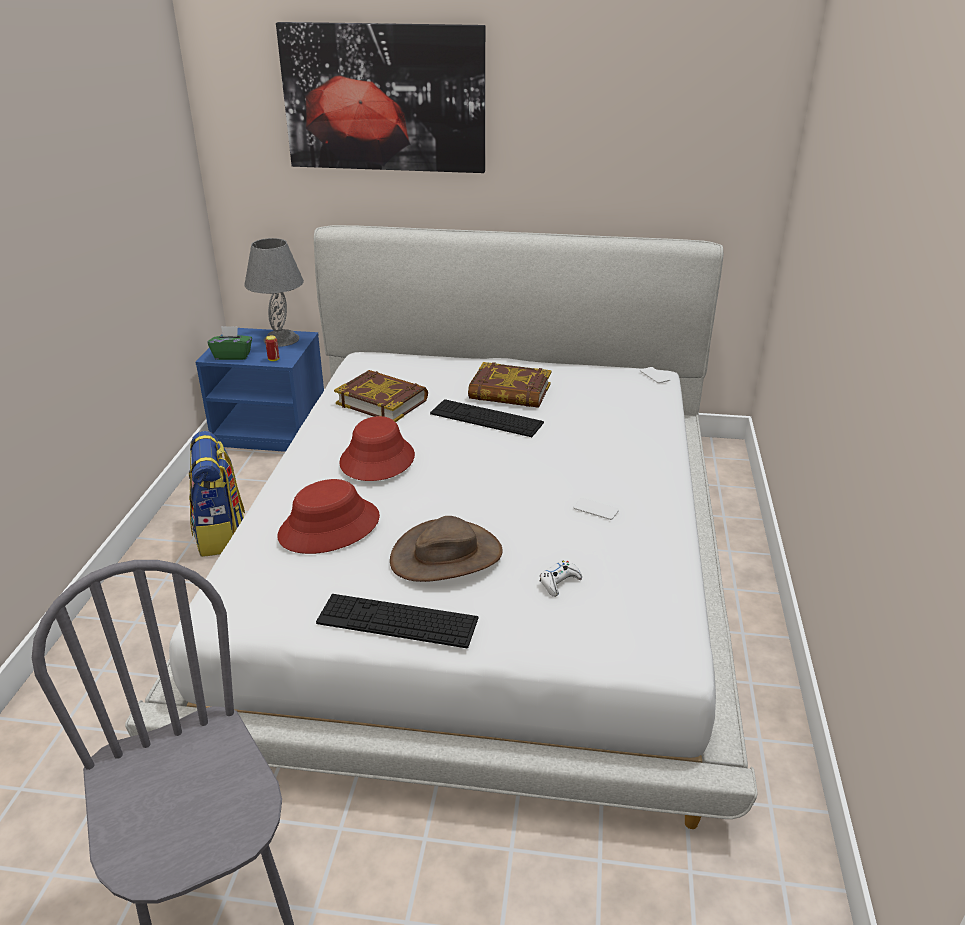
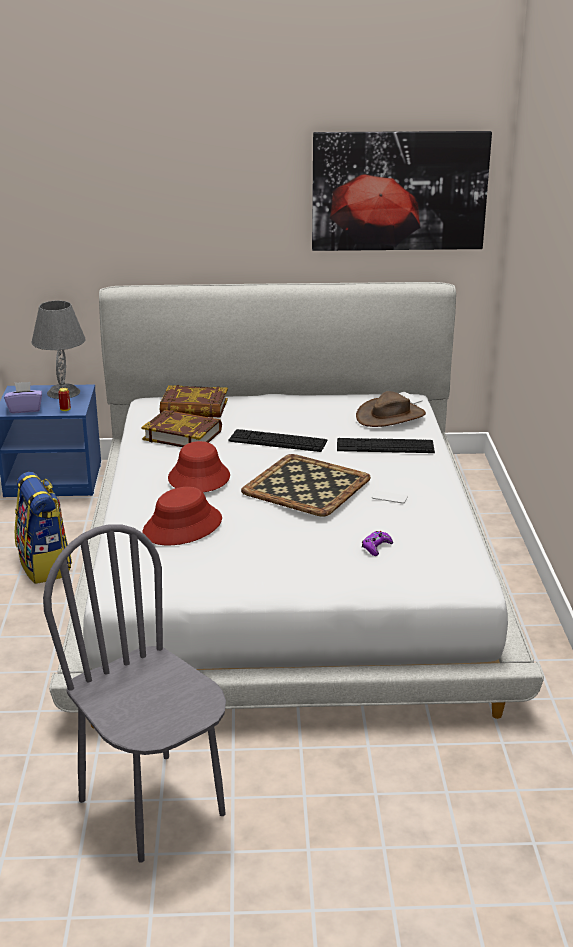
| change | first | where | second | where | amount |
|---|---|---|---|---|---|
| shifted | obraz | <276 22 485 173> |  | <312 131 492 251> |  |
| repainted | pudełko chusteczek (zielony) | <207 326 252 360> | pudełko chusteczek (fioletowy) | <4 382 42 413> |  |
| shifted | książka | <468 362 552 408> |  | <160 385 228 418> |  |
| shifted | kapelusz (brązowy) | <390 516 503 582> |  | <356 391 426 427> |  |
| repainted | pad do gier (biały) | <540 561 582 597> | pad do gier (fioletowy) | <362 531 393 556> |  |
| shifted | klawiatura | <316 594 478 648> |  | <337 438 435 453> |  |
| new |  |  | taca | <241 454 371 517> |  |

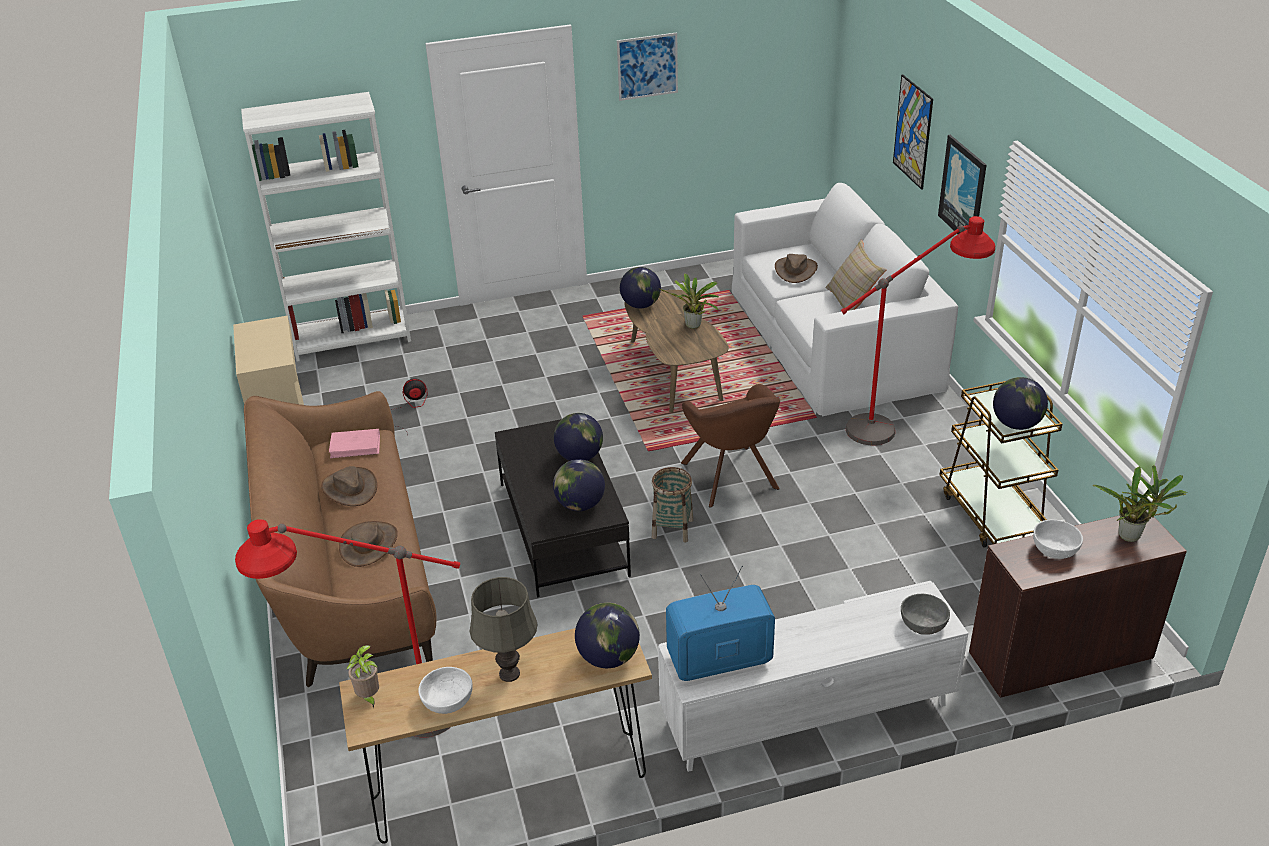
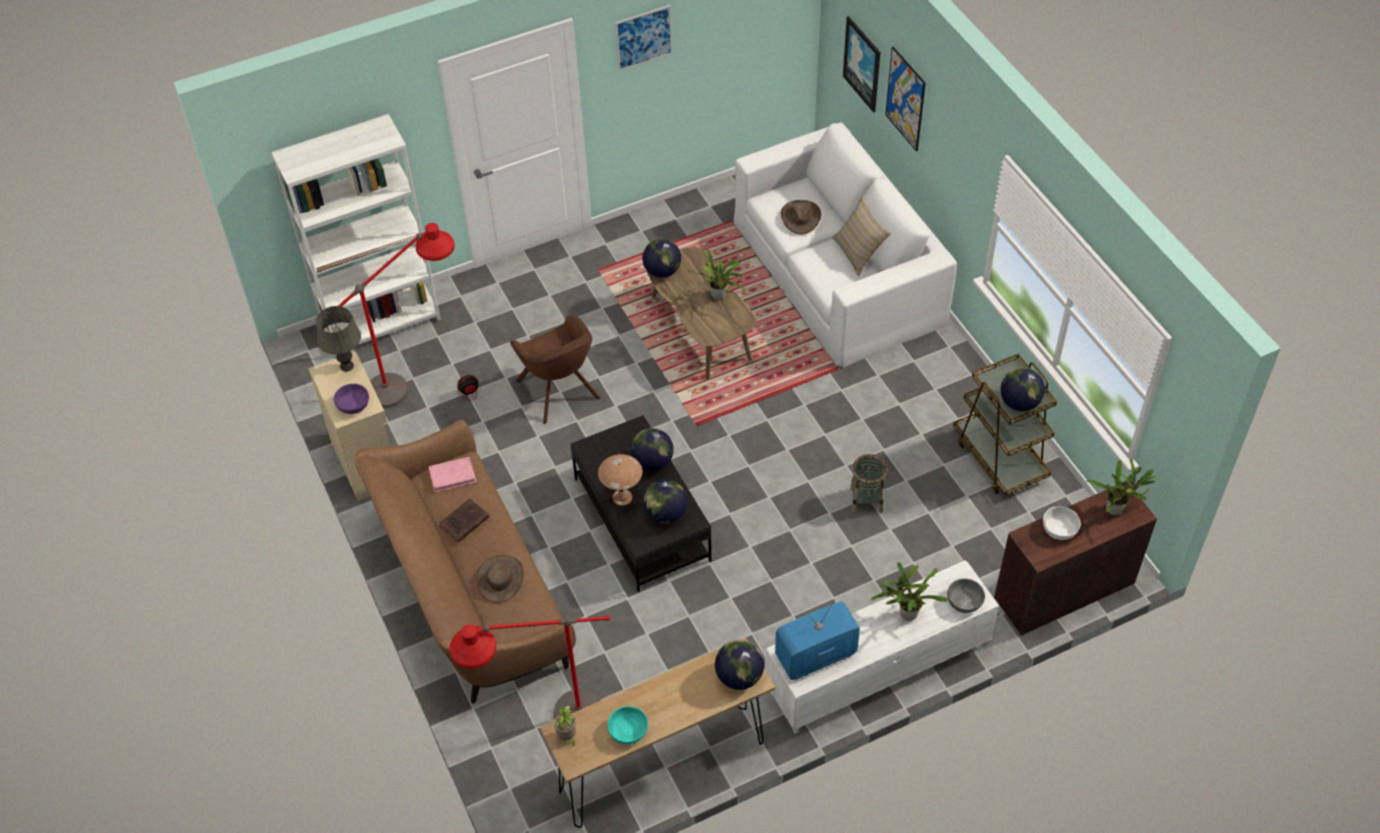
| change | first | where | second | where | amount |
|---|---|---|---|---|---|
| shifted | obraz | <938 135 987 234> |  | <843 16 881 113> |  |
| shifted | lampa stojąca (czerwony) | <841 216 995 445> |  | <338 223 455 408> |  |
| shifted | fotel (brązowy) | <681 384 780 508> |  | <510 315 601 424> |  |
| swapped | kapelusz (brązowy) | <321 466 377 506> | książka (brązowy) | <439 498 489 542> |  |
| shifted | koszyk | <652 467 693 543> |  | <850 454 887 513> |  |
| shifted | lampa stołowa (szary) | <469 577 537 682> |  | <316 306 361 372> |  |
| repainted | miska (biały) | <418 667 473 714> | miska (turkusowy) | <608 706 648 745> |  |
| new |  |  | miska (fioletowy) | <334 384 369 414> |  |
| new |  |  | lampa stołowa (brązowy) | <598 454 642 506> |  |
| new |  |  | roślina doniczkowa | <871 562 948 621> |  |

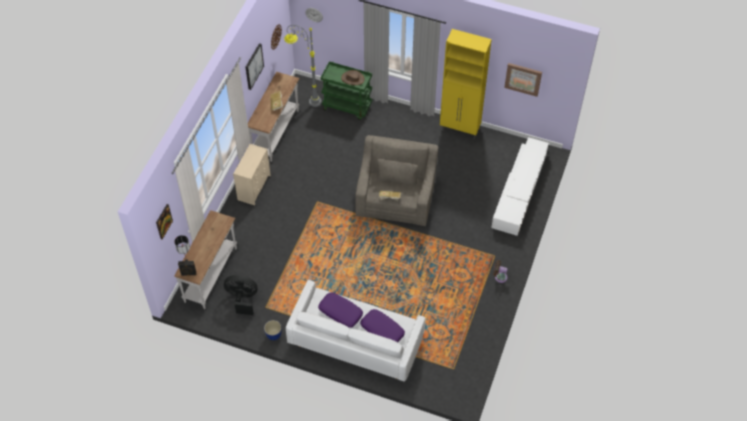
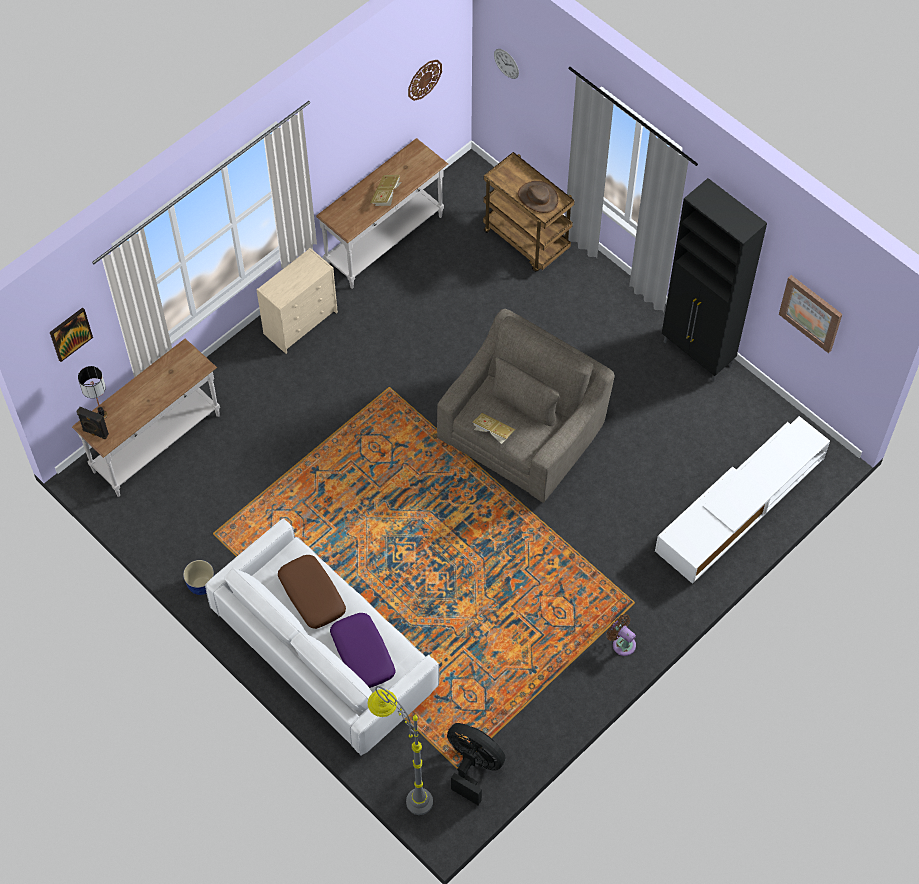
| change | first | where | second | where | amount |
|---|---|---|---|---|---|
| shifted | lampa stojąca (szary) | <284 25 322 107> |  | <368 686 433 815> |  |
| repainted | szafka (żółty) | <440 29 492 140> | szafka (czarny) | <662 178 767 382> |  |
| gone | obraz | <246 43 264 90> |  |  |  |
| repainted | wózek (zielony) | <321 61 372 120> | wózek (brązowy) | <483 152 575 272> |  |
| shifted | wentylator (czarny) | <224 275 257 315> |  | <447 723 505 805> |  |
| repainted | poduszka (fioletowy) | <318 292 363 328> | poduszka (brązowy) | <278 555 346 629> |  |

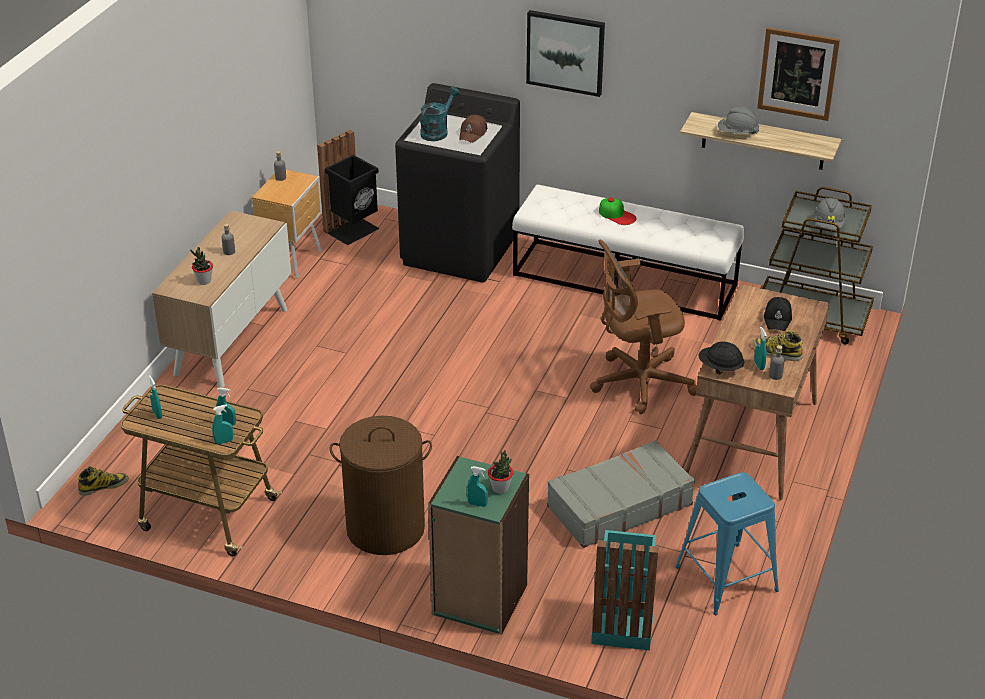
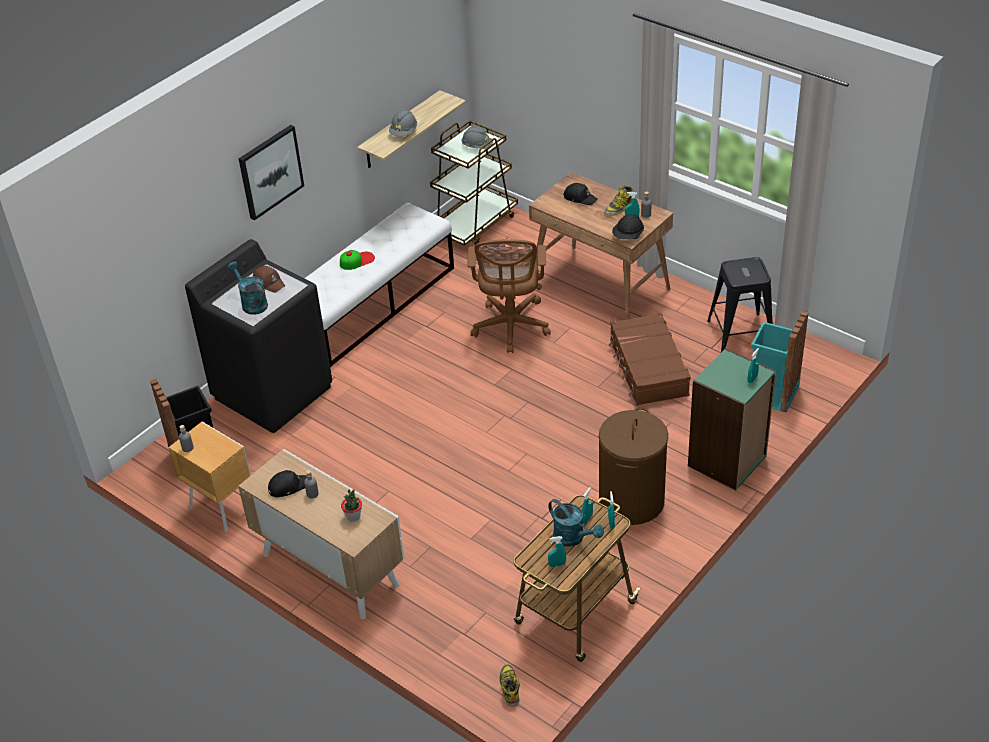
| change | first | where | second | where | amount |
|---|---|---|---|---|---|
| gone | obraz | <757 27 840 121> |  |  |  |
| repainted | walizka (szary) | <547 440 695 548> | walizka (brązowy) | <609 313 691 405> |  |
| gone | roślina doniczkowa | <488 450 513 494> |  |  |  |
| repainted | stołek (niebieski) | <675 472 779 615> | stołek (czarny) | <707 257 773 352> |  |
| new |  |  | czapka z daszkiem (czarny) | <268 470 307 497> |  |
| new |  |  | konewka (turkusowy) | <548 499 604 547> |  |

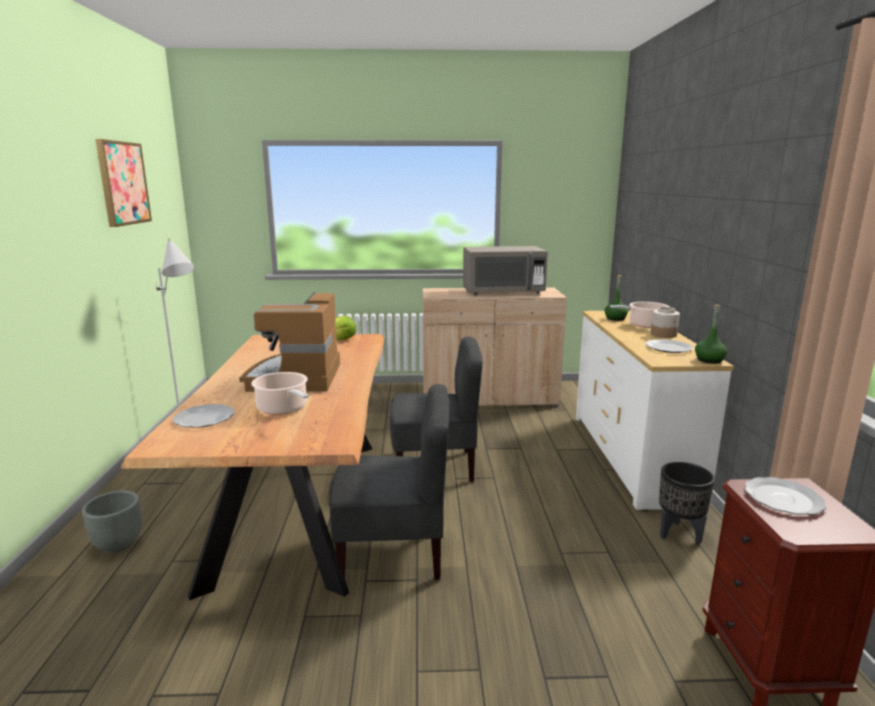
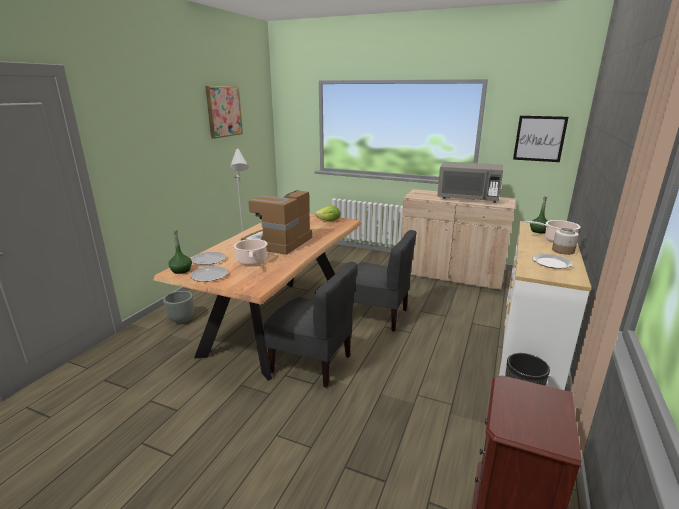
| change | first | where | second | where | amount |
|---|---|---|---|---|---|
| shifted | butelka (zielony) | <695 305 727 364> |  | <168 230 192 274> |  |
| shifted | talerz | <745 477 826 515> |  | <190 266 228 282> |  |
| new |  |  | obraz | <513 116 569 162> |  |

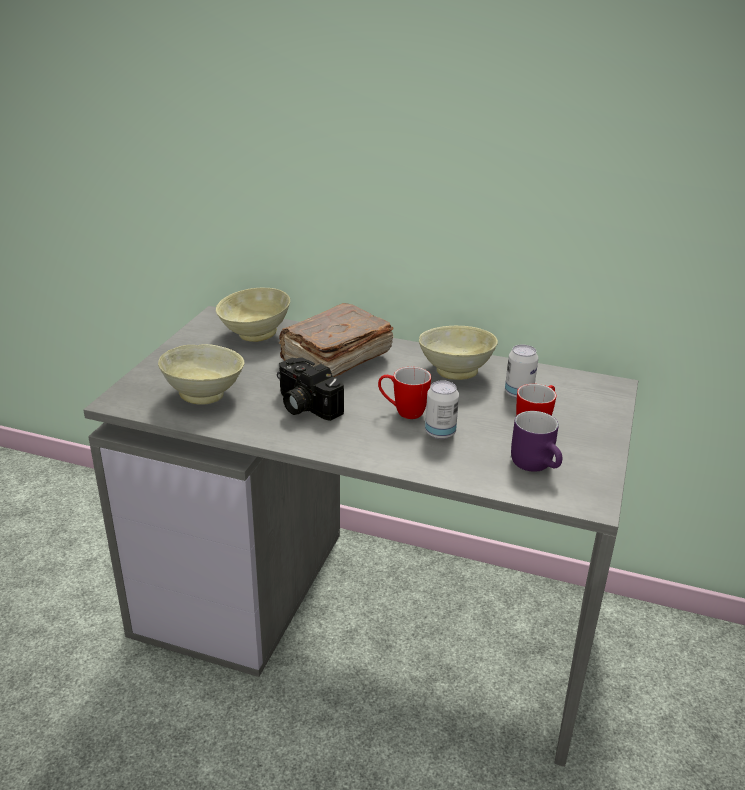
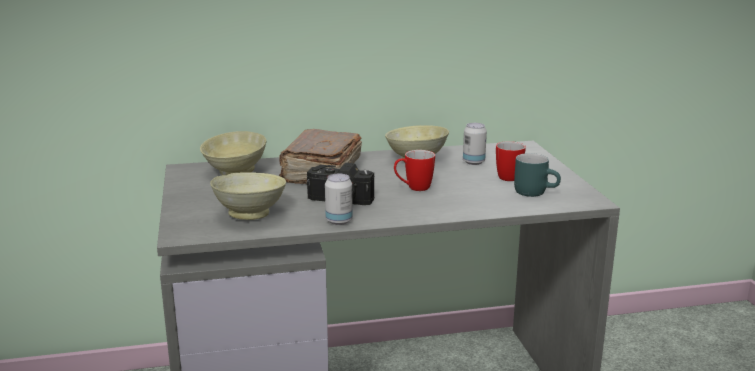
| change | first | where | second | where | amount |
|---|---|---|---|---|---|
| shifted | puszka | <425 380 459 439> |  | <325 174 353 225> |  |
| repainted | kubek (fioletowy) | <511 411 562 472> | kubek (turkusowy) | <514 153 561 197> |  |

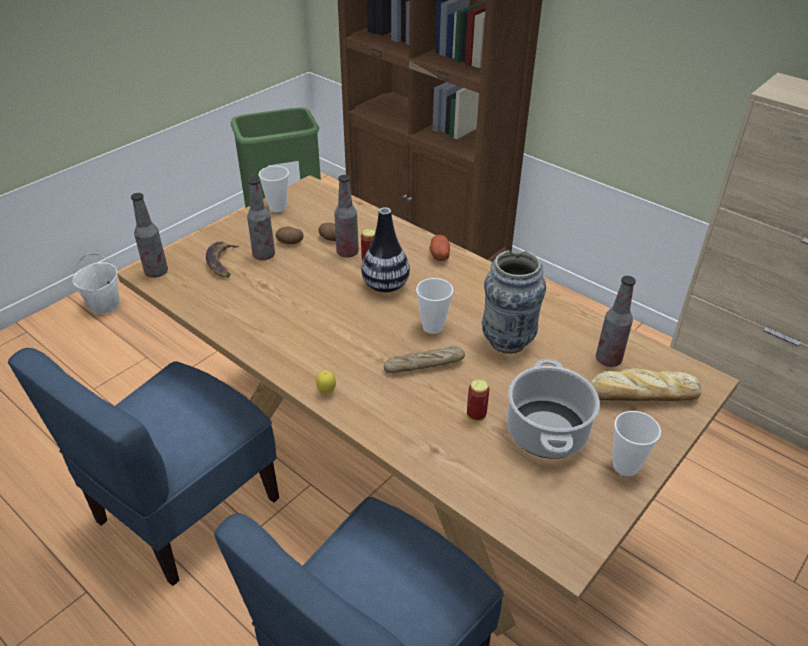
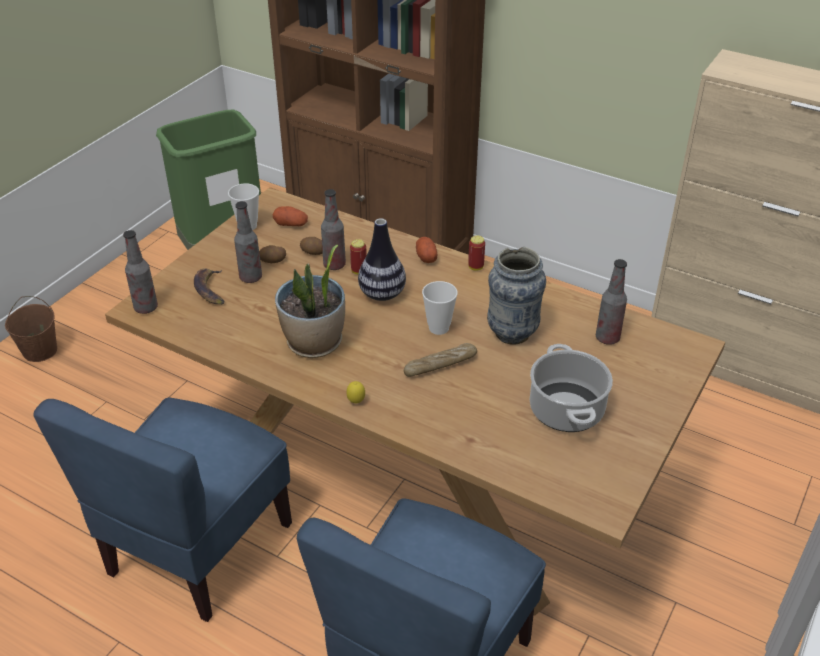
| change | first | where | second | where | amount |
|---|---|---|---|---|---|
| repainted | wiadro (biały) | <72 254 120 314> | wiadro (brązowy) | <5 296 57 362> |  |
| gone | chleb | <590 368 702 401> |  |  |  |
| shifted | puszka | <467 379 489 421> |  | <468 235 485 271> |  |
| gone | filiżanka | <612 411 661 476> |  |  |  |
| new |  |  | ziemniak | <272 206 308 226> |  |
| new |  |  | roślina doniczkowa | <275 245 345 358> |  |

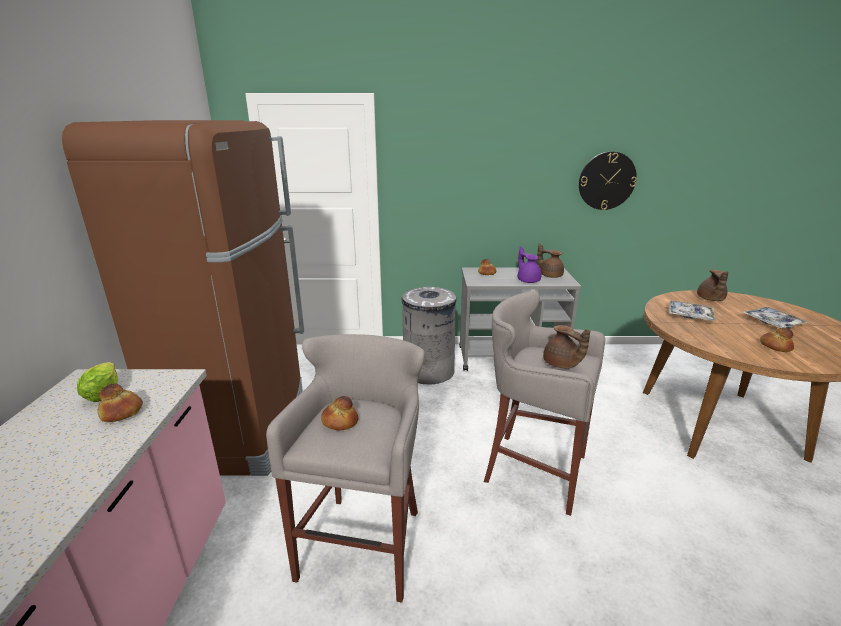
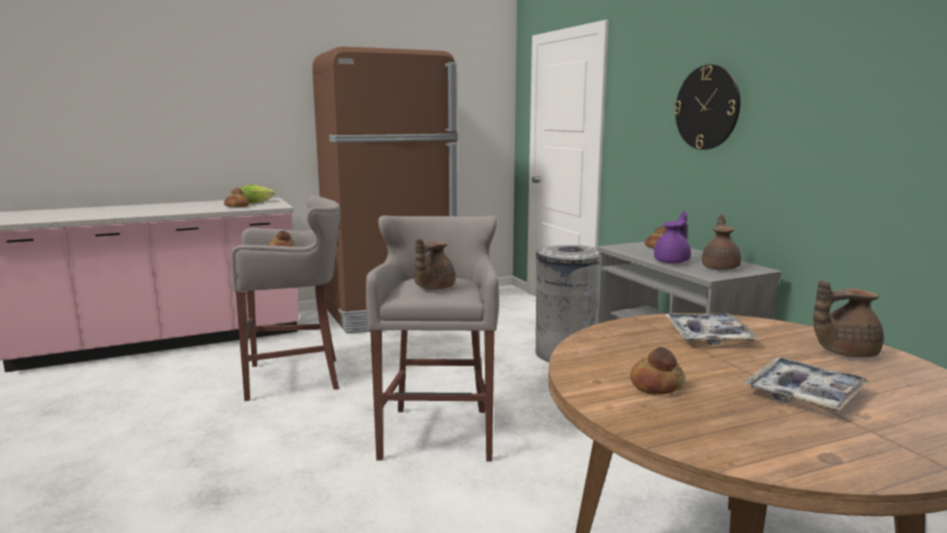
| change | first | where | second | where | amount |
|---|---|---|---|---|---|
| shifted | zegar ścienny | <579 152 637 210> |  | <674 64 740 150> |  |

